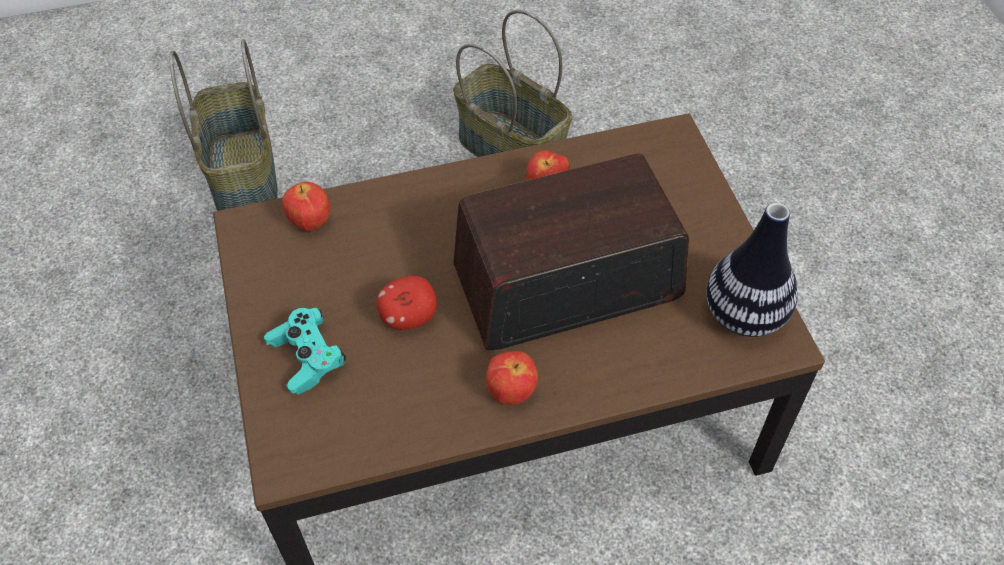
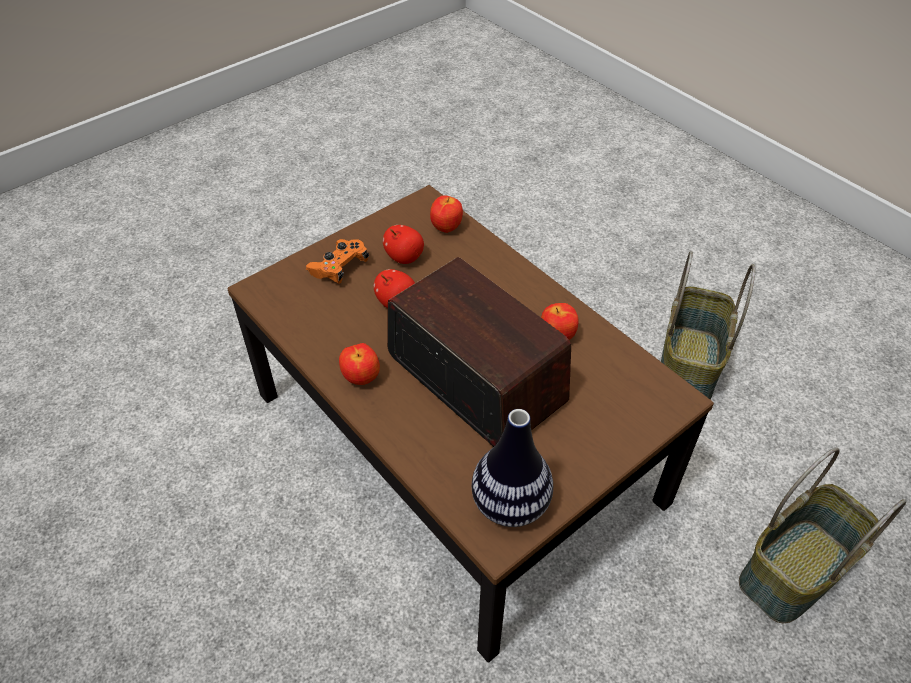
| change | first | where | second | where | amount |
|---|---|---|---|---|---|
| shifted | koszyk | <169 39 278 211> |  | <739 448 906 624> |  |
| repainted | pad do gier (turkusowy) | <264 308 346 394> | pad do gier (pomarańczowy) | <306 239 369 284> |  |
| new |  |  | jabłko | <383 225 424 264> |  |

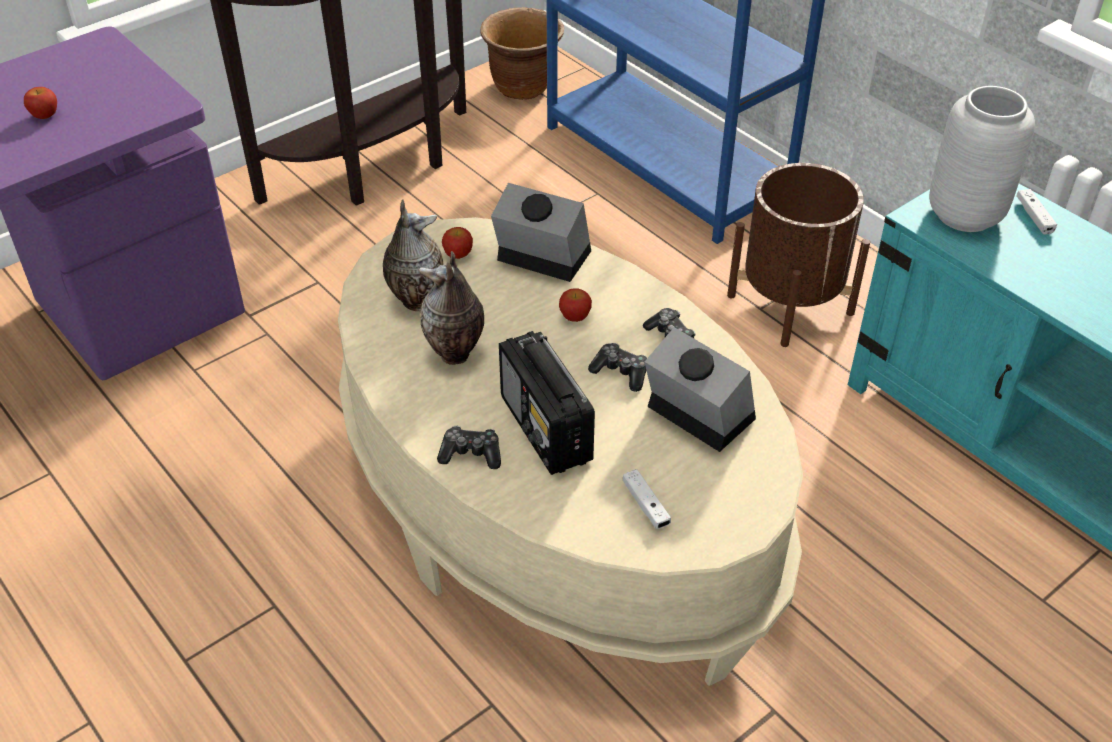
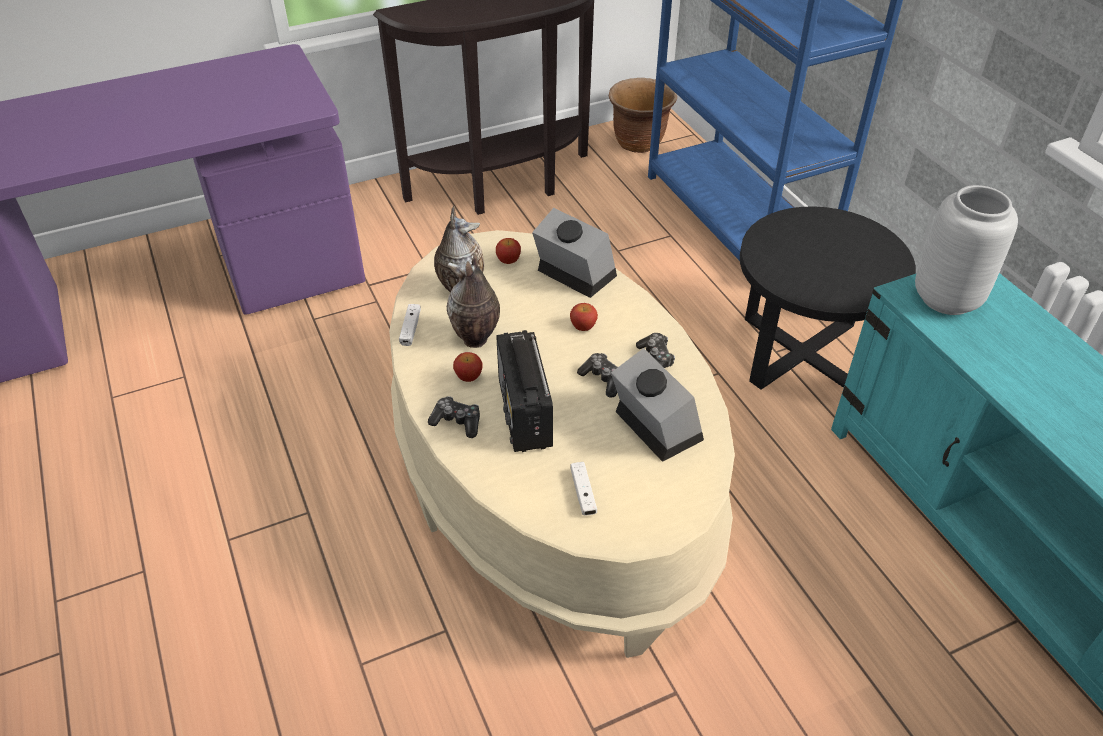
| change | first | where | second | where | amount |
|---|---|---|---|---|---|
| shifted | jabłko | <24 87 57 119> |  | <453 352 483 382> |  |
| swapped | donica (brązowy) | <727 163 870 347> | stolik (czarny) | <740 206 916 390> |  |
| shifted | pad do gier (biały) | <1016 189 1057 235> |  | <399 304 421 346> |  |

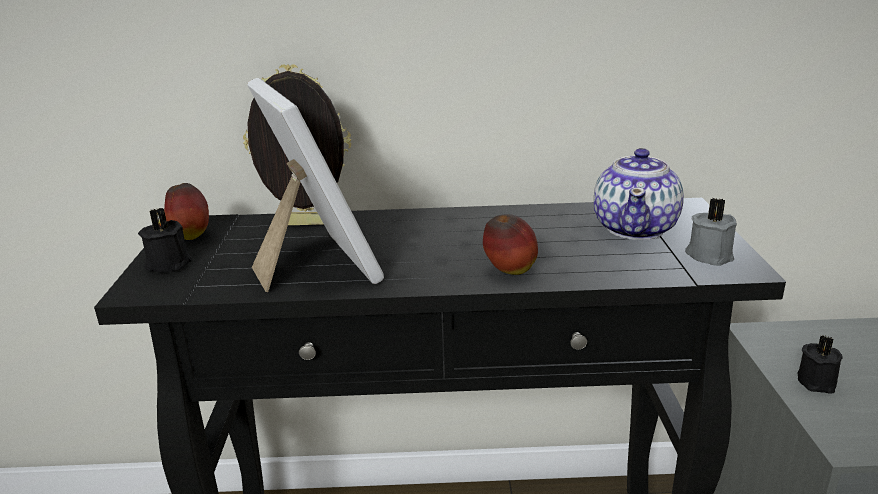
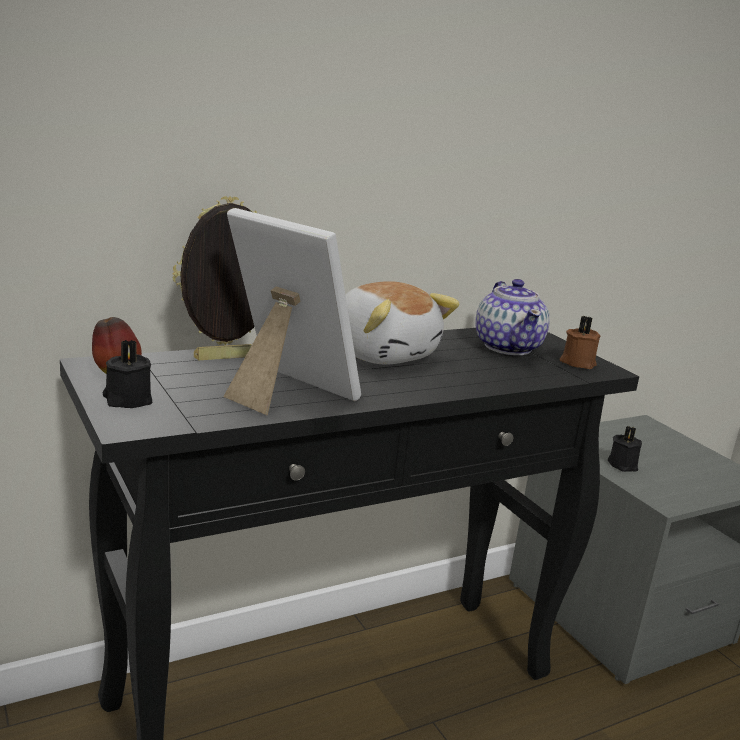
| change | first | where | second | where | amount |
|---|---|---|---|---|---|
| repainted | świeca (szary) | <685 198 737 266> | świeca (brązowy) | <560 316 600 369> |  |
| gone | jabłko | <483 214 538 275> |  |  |  |
| new |  |  | pluszak | <345 281 459 365> |  |

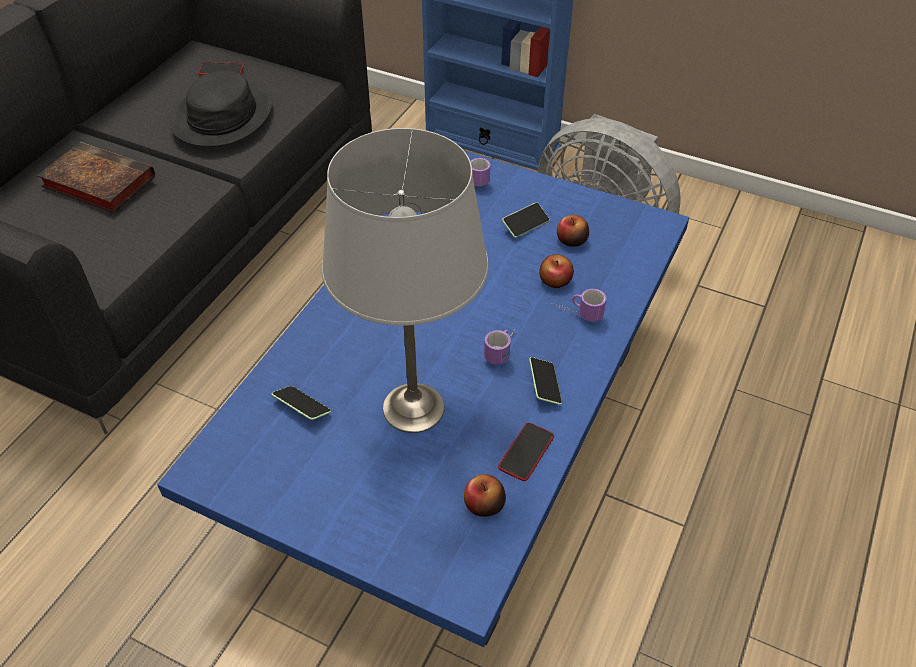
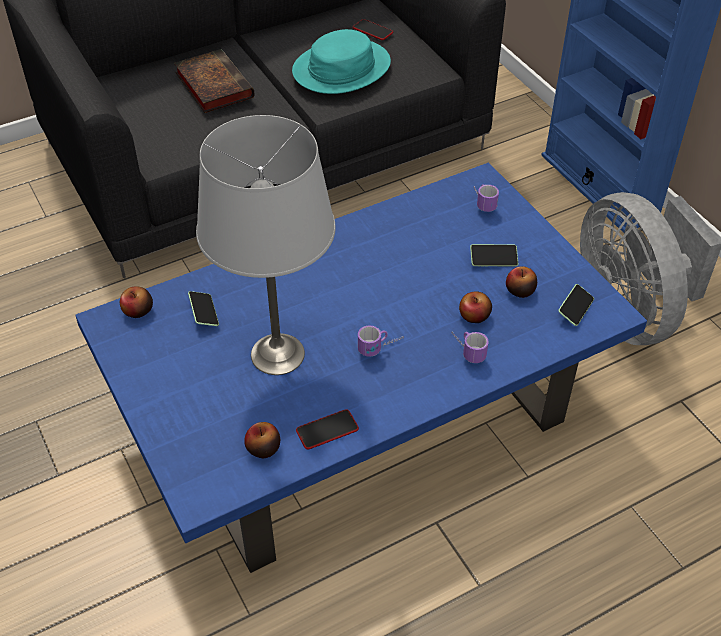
| change | first | where | second | where | amount |
|---|---|---|---|---|---|
| repainted | kapelusz (czarny) | <170 71 272 147> | kapelusz (turkusowy) | <292 29 391 94> |  |
| shifted | telefon | <529 357 562 405> |  | <558 284 594 326> |  |
| new |  |  | jabłko | <120 286 153 318> |  |

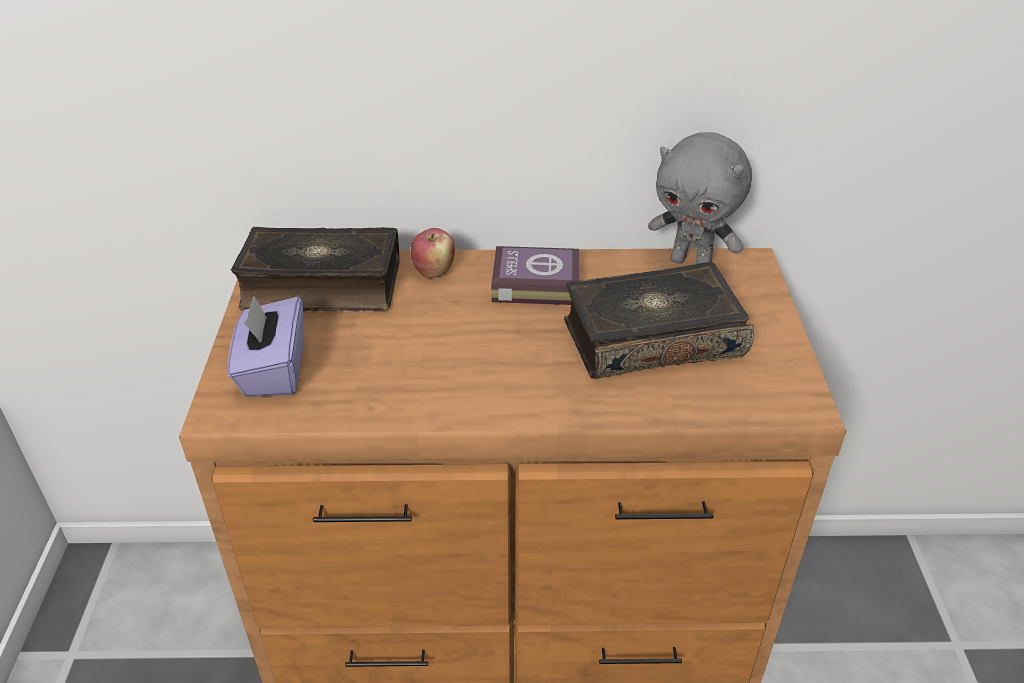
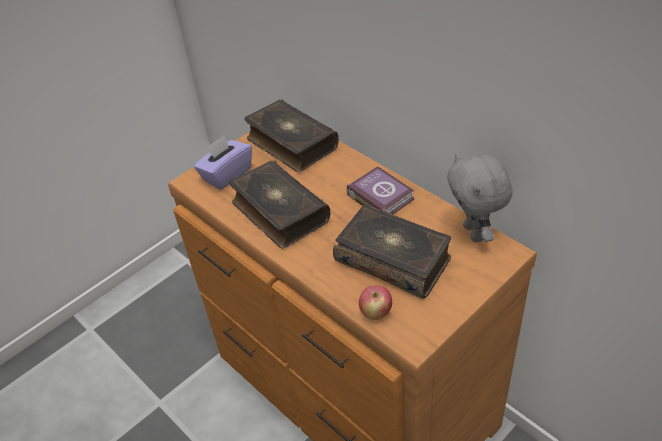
| change | first | where | second | where | amount |
|---|---|---|---|---|---|
| shifted | jabłko | <411 228 455 278> |  | <359 286 392 320> |  |
| new |  |  | książka | <229 160 330 249> |  |

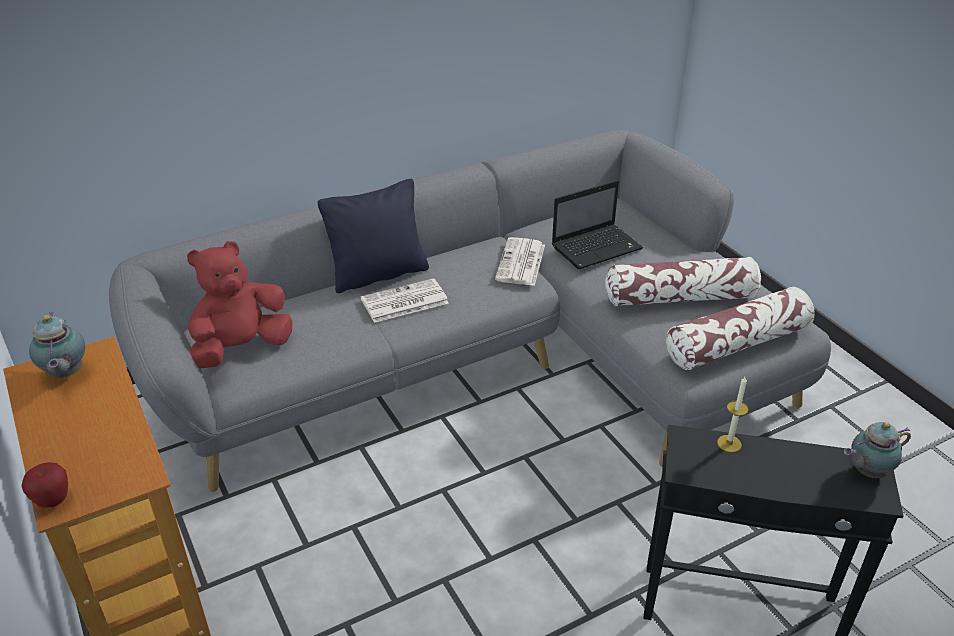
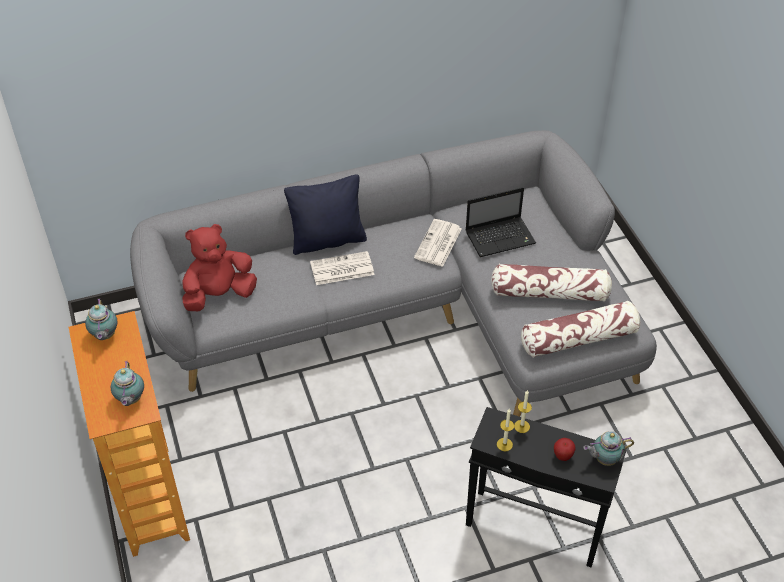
| change | first | where | second | where | amount |
|---|---|---|---|---|---|
| shifted | jabłko | <22 462 68 508> |  | <554 438 575 461> |  |
| new |  |  | imbryk | <111 361 144 406> |  |
| new |  |  | świeca | <497 408 514 451> |  |

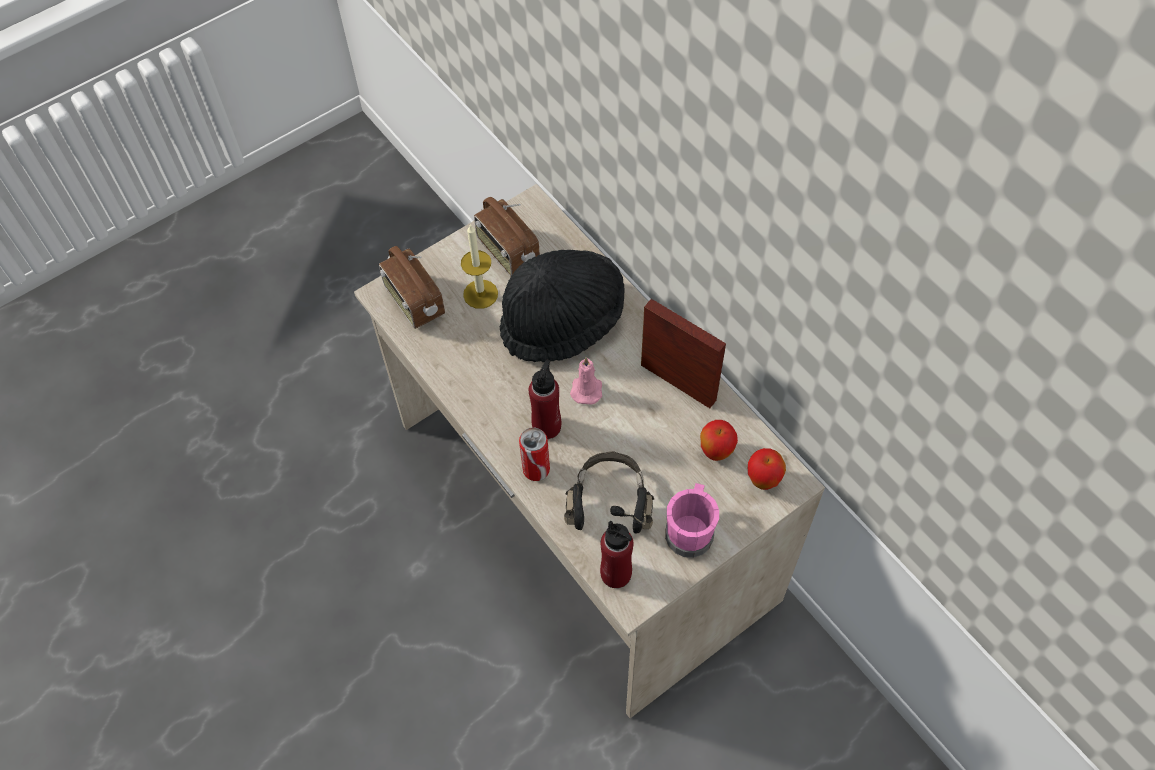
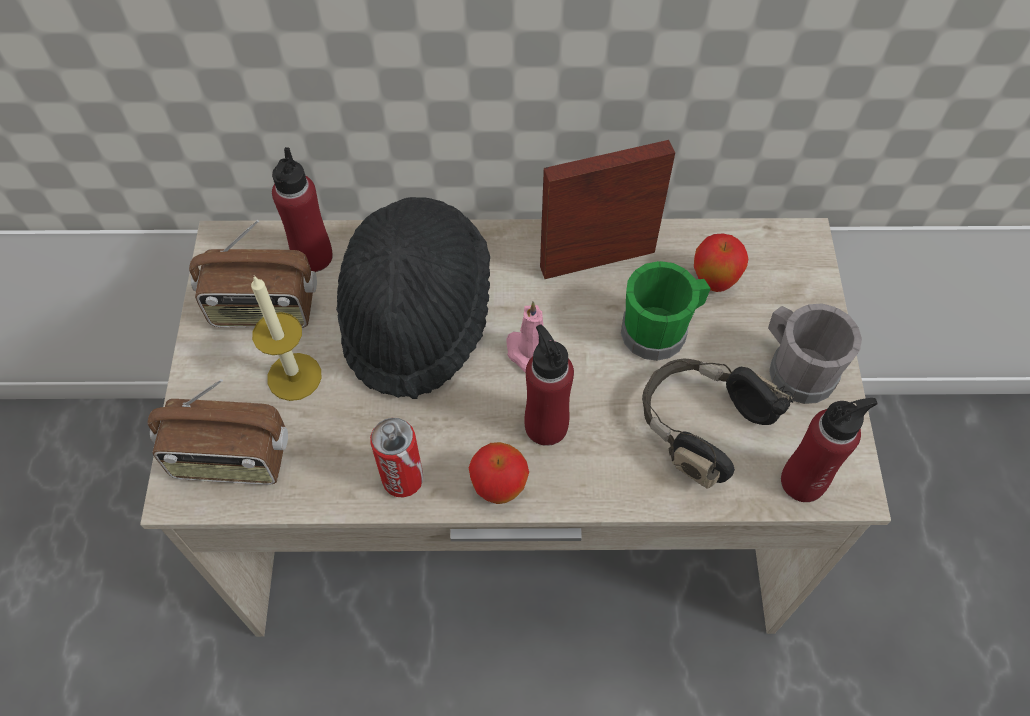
| change | first | where | second | where | amount |
|---|---|---|---|---|---|
| shifted | puszka | <519 428 550 481> |  | <370 418 423 498> |  |
| shifted | jabłko | <748 448 786 490> |  | <469 442 529 504> |  |
| repainted | kubek (różowy) | <665 483 719 558> | kubek (szary) | <768 304 862 404> |  |
| new |  |  | butelka (czerwony) | <272 147 333 272> |  |
| new |  |  | kubek (zielony) | <621 261 711 361> |  |

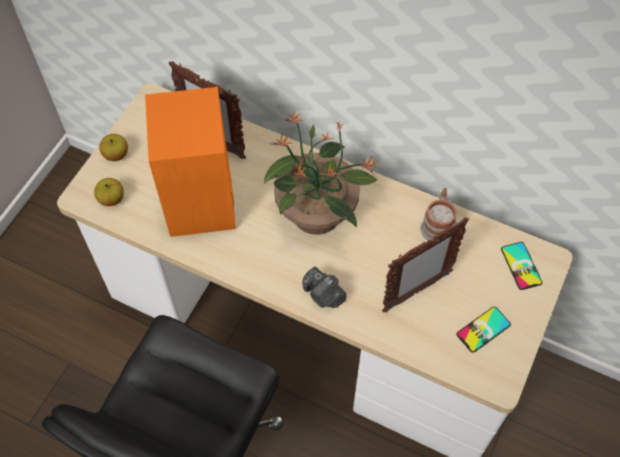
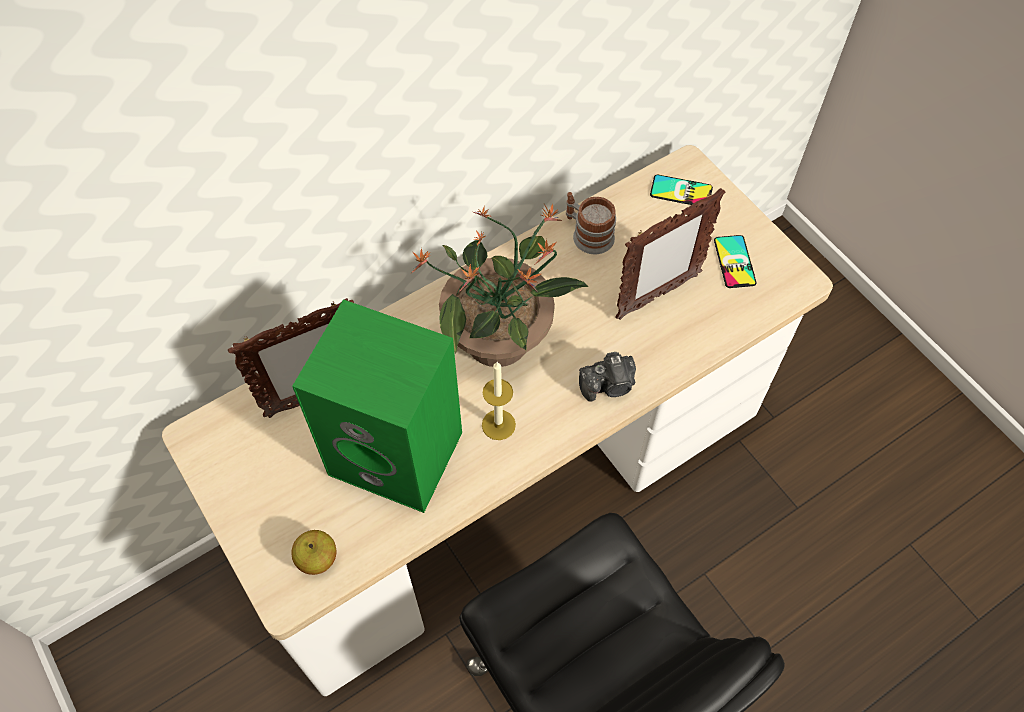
| change | first | where | second | where | amount |
|---|---|---|---|---|---|
| repainted | głośnik (pomarańczowy) | <145 87 236 237> | głośnik (zielony) | <292 299 462 513> |  |
| gone | jabłko | <99 134 128 161> |  |  |  |
| rotated | ramka na zdjęcie | <382 217 469 313> |  | <615 188 725 320> | 60 degrees clockwise |
| new |  |  | świeca | <482 362 516 440> |  |

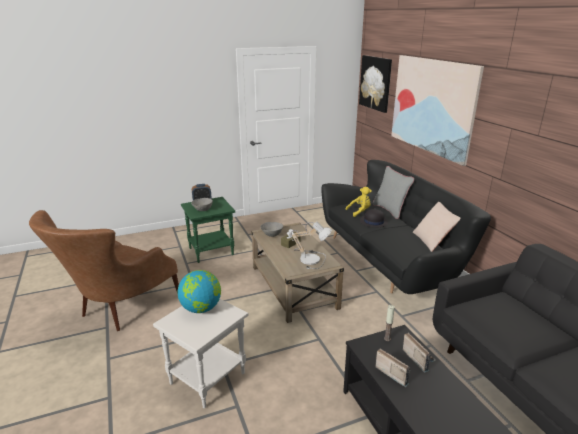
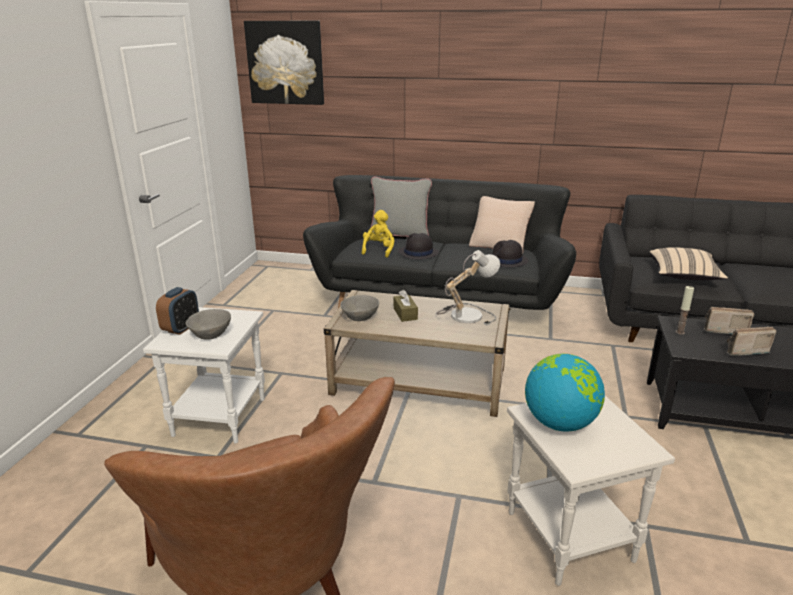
| change | first | where | second | where | amount |
|---|---|---|---|---|---|
| gone | obraz | <391 55 484 166> |  |  |  |
| repainted | stolik (zielony) | <181 197 235 263> | stolik (biały) | <143 307 265 444> |  |
| new |  |  | kapelusz (czarny) | <491 240 528 267> |  |
| new |  |  | poduszka (beżowy) | <650 247 728 280> |  |

